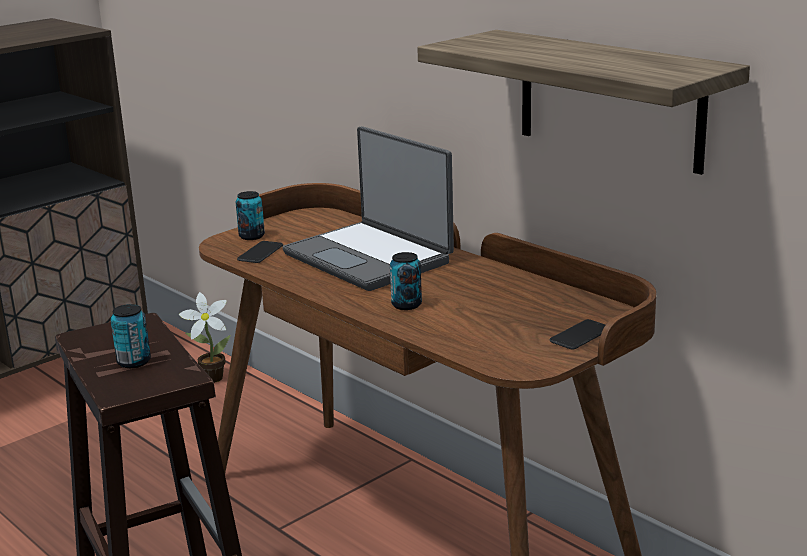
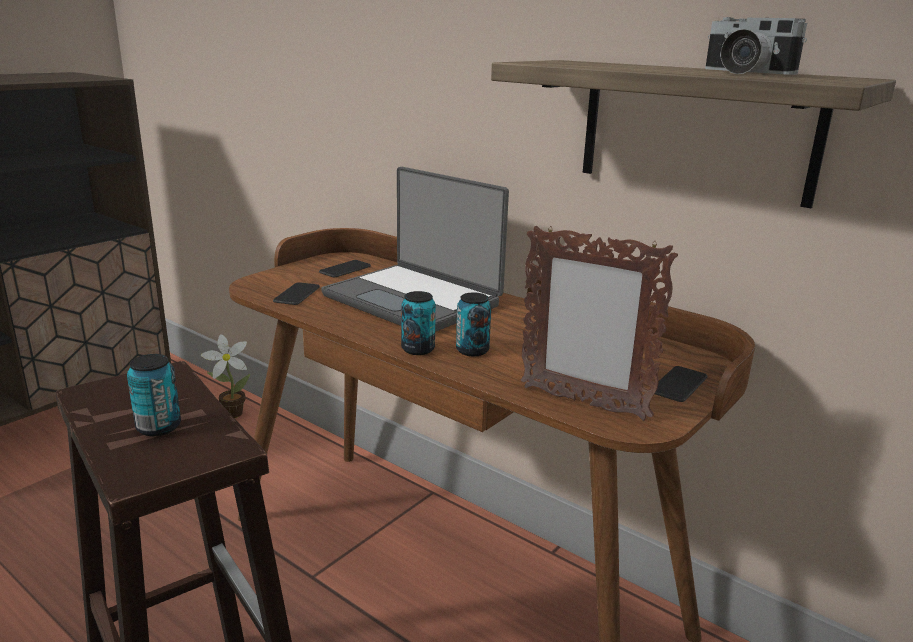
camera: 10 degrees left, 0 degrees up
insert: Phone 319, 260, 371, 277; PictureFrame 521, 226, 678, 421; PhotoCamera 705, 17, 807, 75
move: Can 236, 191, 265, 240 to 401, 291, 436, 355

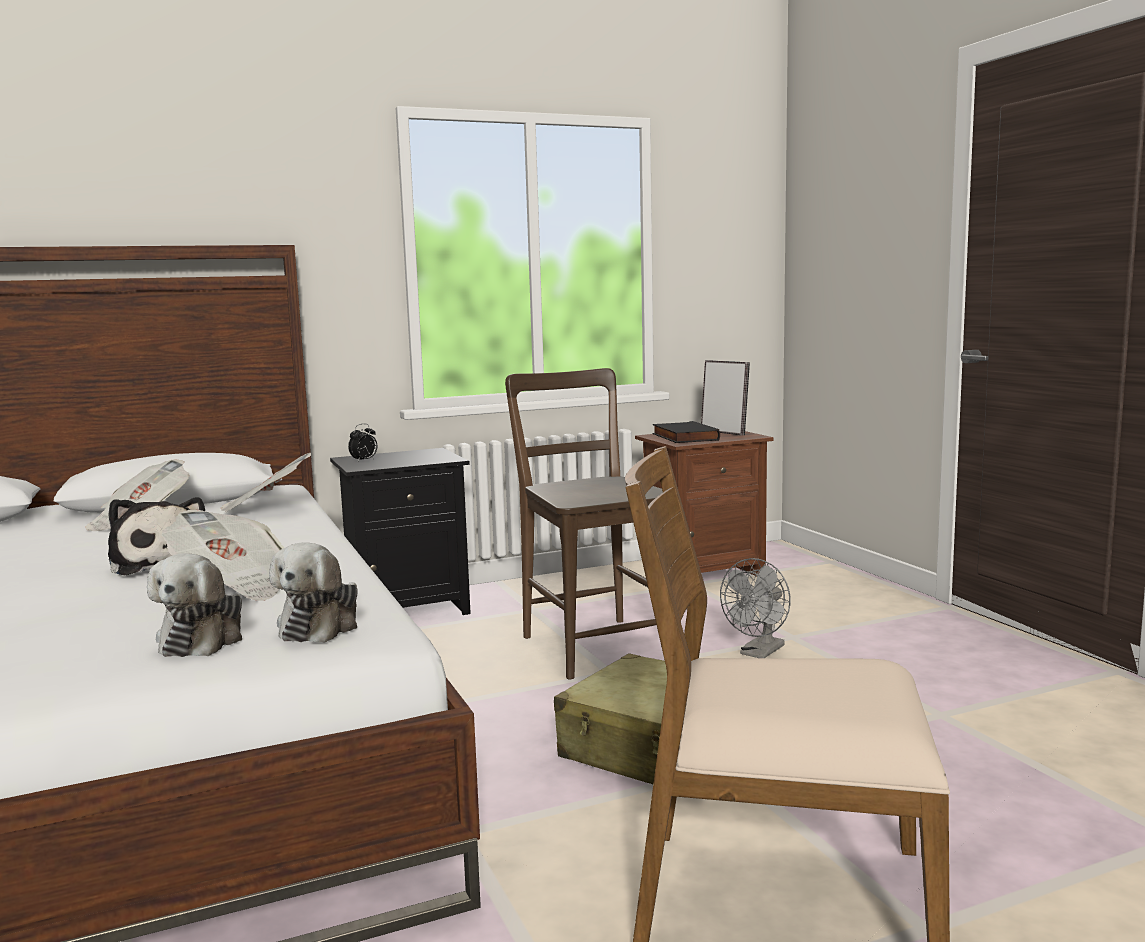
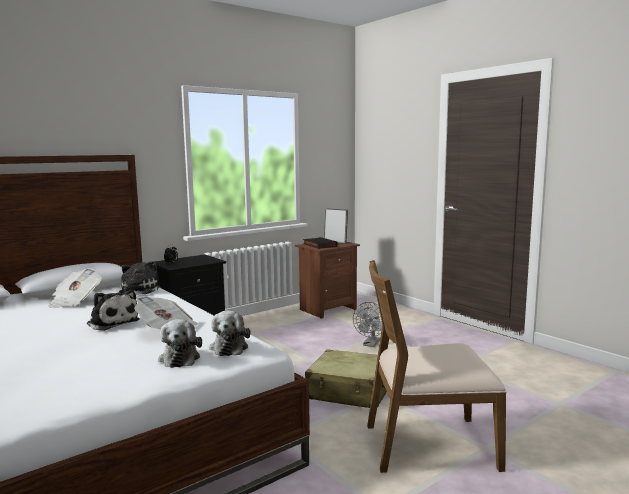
camera: 15 degrees left, 0 degrees up
delete: BrownChair 505, 368, 663, 679
replace: Newspaper 221, 453, 311, 512 to PlushToy 119, 261, 160, 295

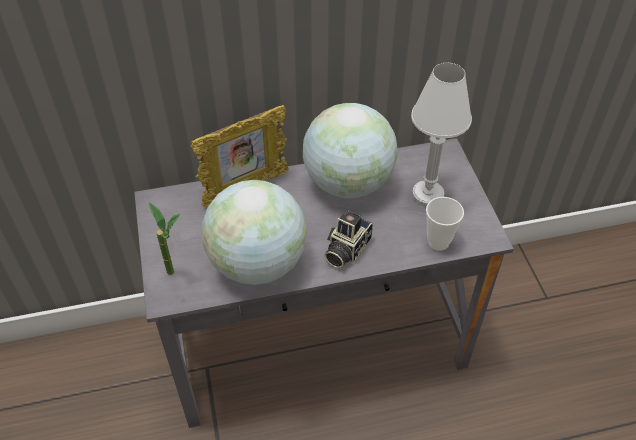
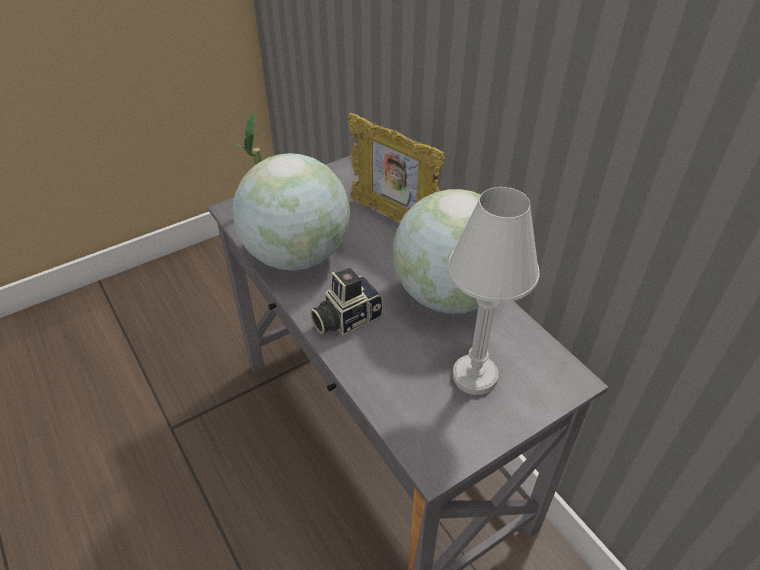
camera: 70 degrees right, 5 degrees down
delete: Cup 426, 197, 464, 251
rotate: PhotoCamera 324, 210, 373, 268 = 310, 268, 383, 335 45 degrees counterclockwise

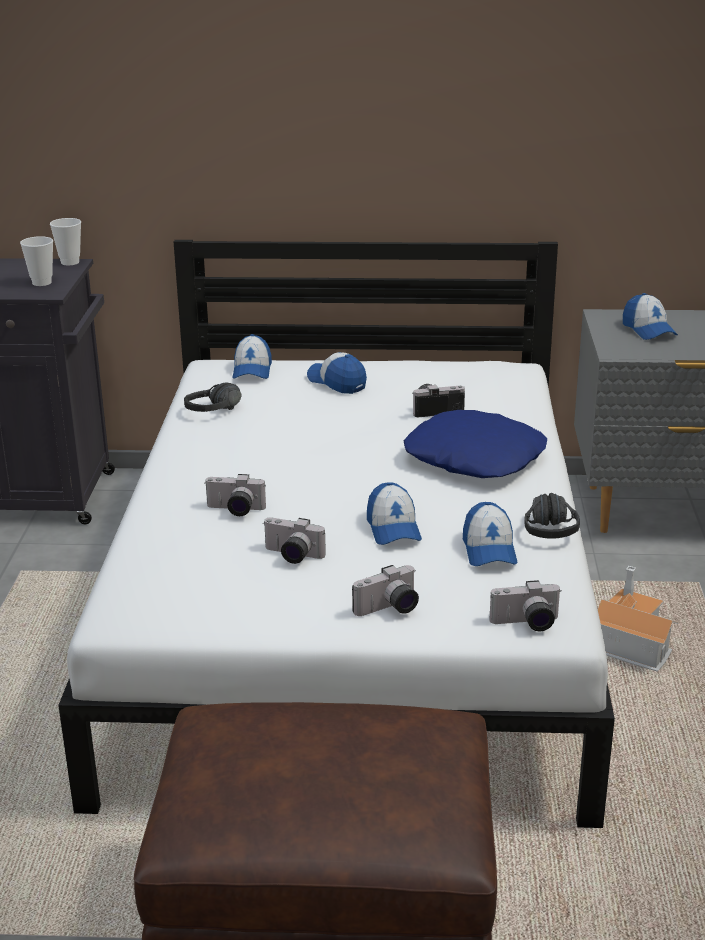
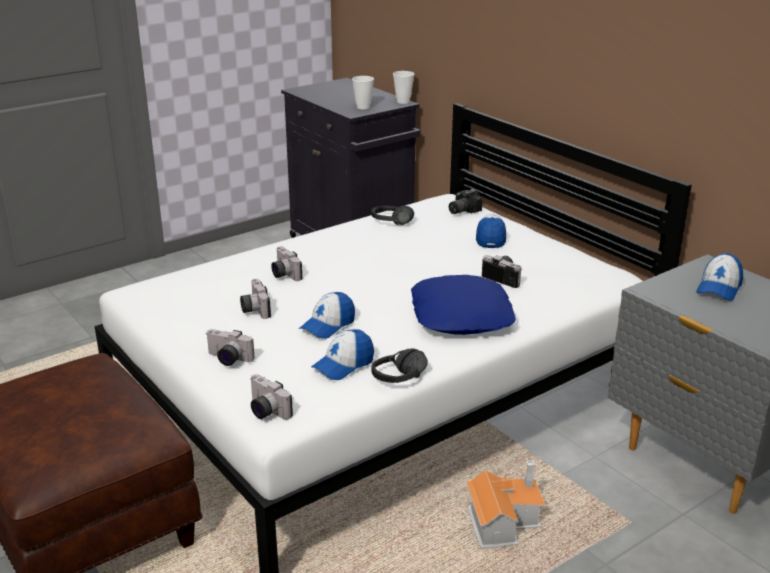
camera: 50 degrees right, 0 degrees up
replace: Cap 232, 334, 272, 379 to PhotoCamera 449, 189, 482, 214

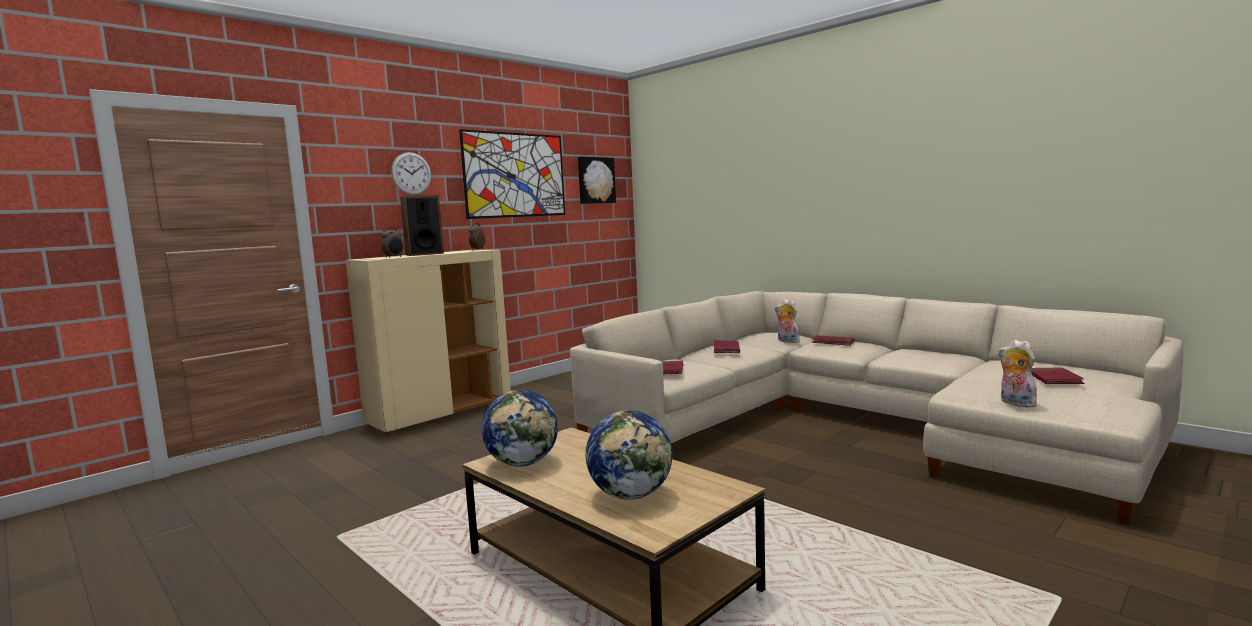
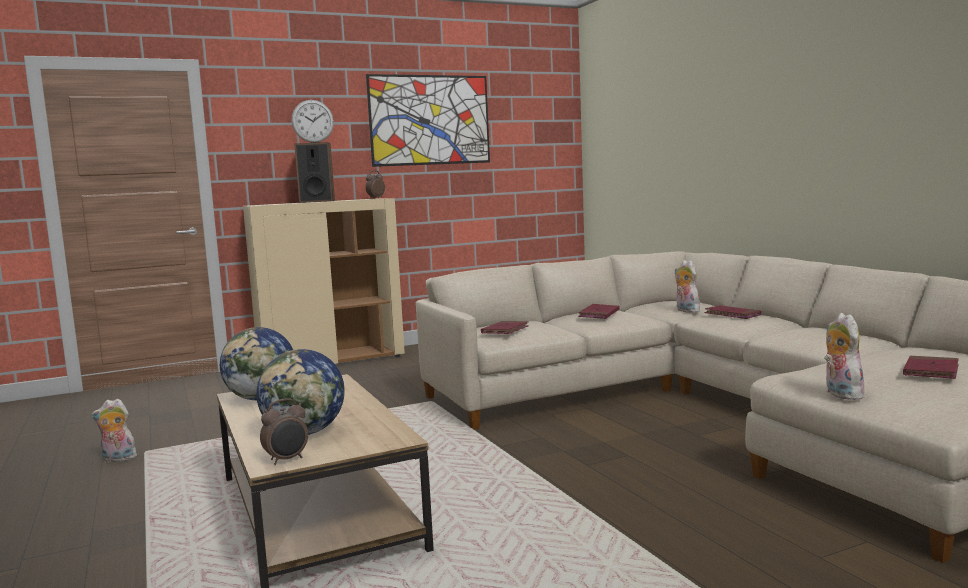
camera: 20 degrees right, 0 degrees up
delete: Picture 578, 157, 616, 204
insert: PlushToy 92, 399, 137, 462
move: AlarmClock 380, 227, 404, 258 to 260, 398, 308, 465

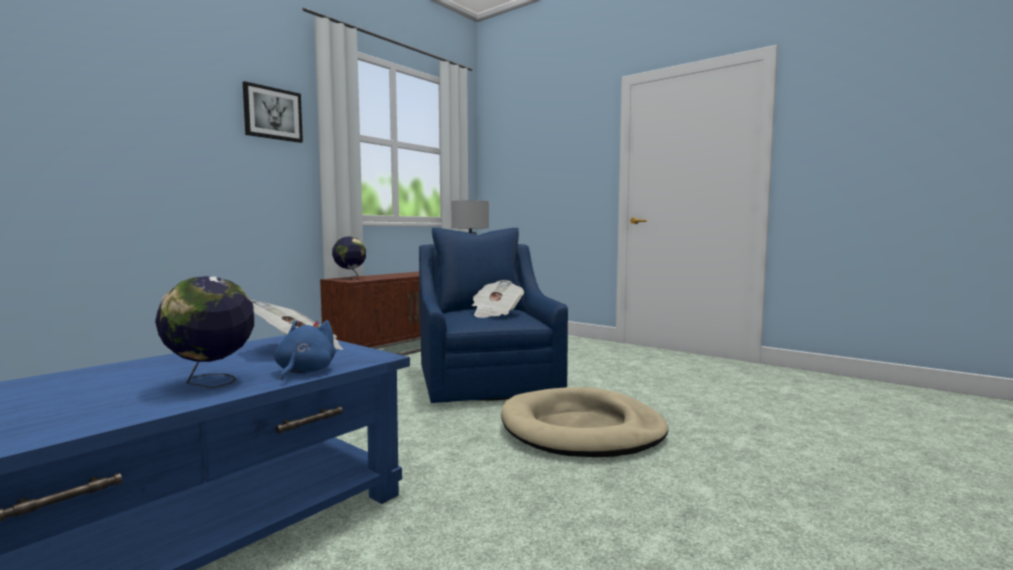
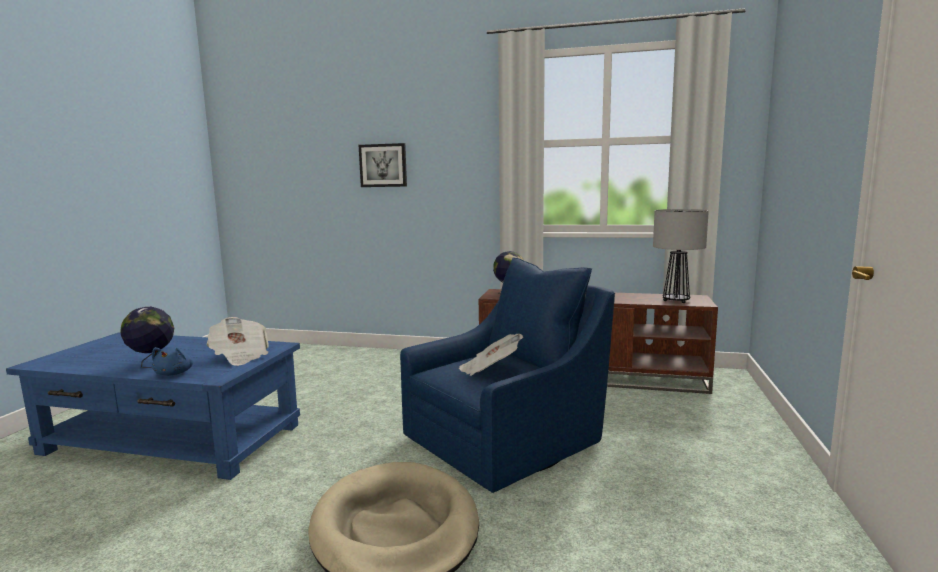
camera: 65 degrees right, 5 degrees up
move: Picture 243, 81, 303, 143 to 359, 143, 407, 187
rotate: BluePlushToy 274, 320, 336, 381 = 152, 346, 193, 376 105 degrees clockwise

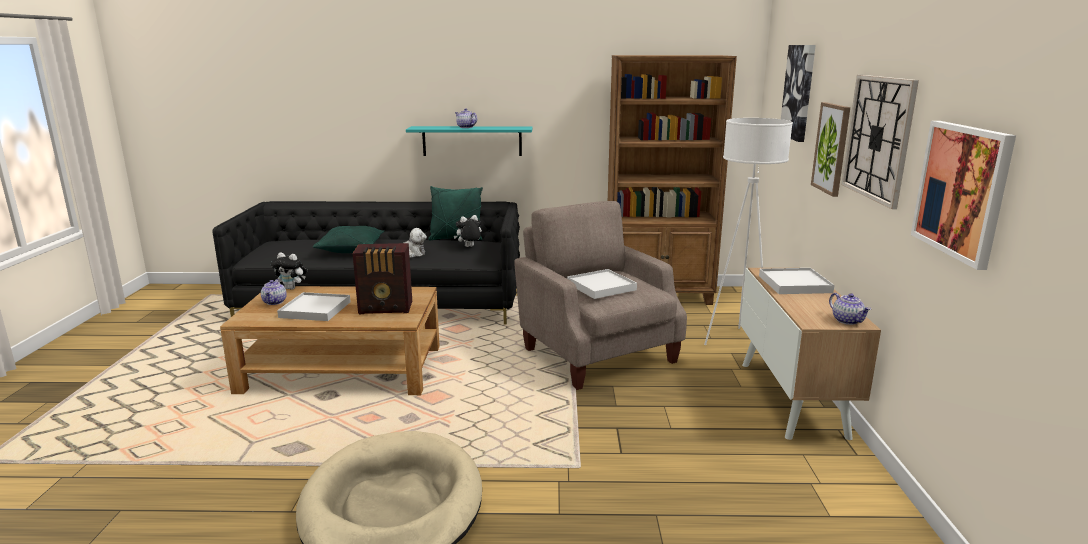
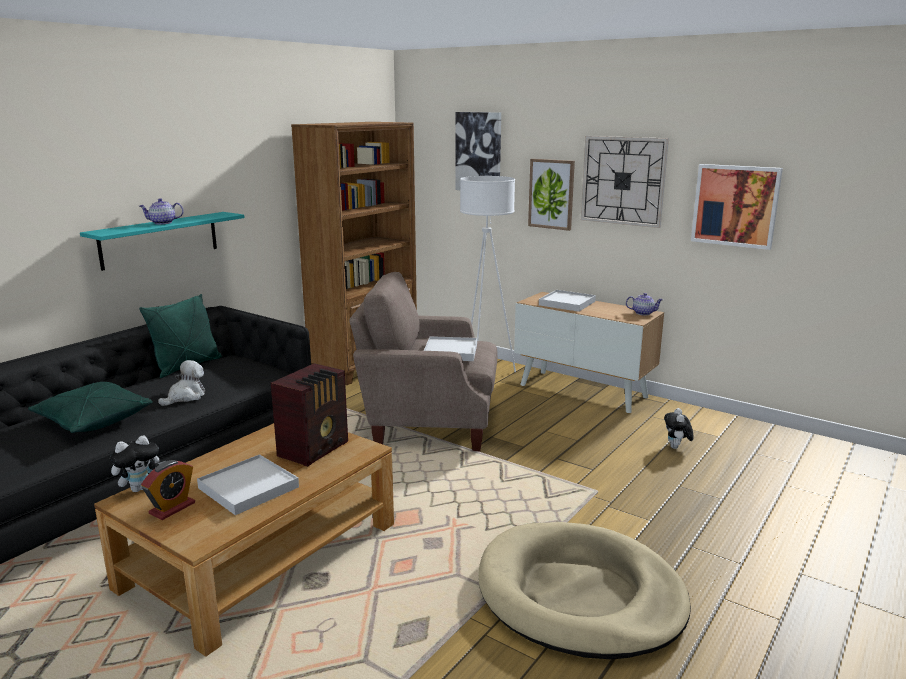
camera: 55 degrees left, 0 degrees up
move: PlushToy 454, 215, 482, 247 to 664, 408, 694, 449
replace: Teapot 261, 279, 287, 305 to AlarmClock 141, 460, 195, 520

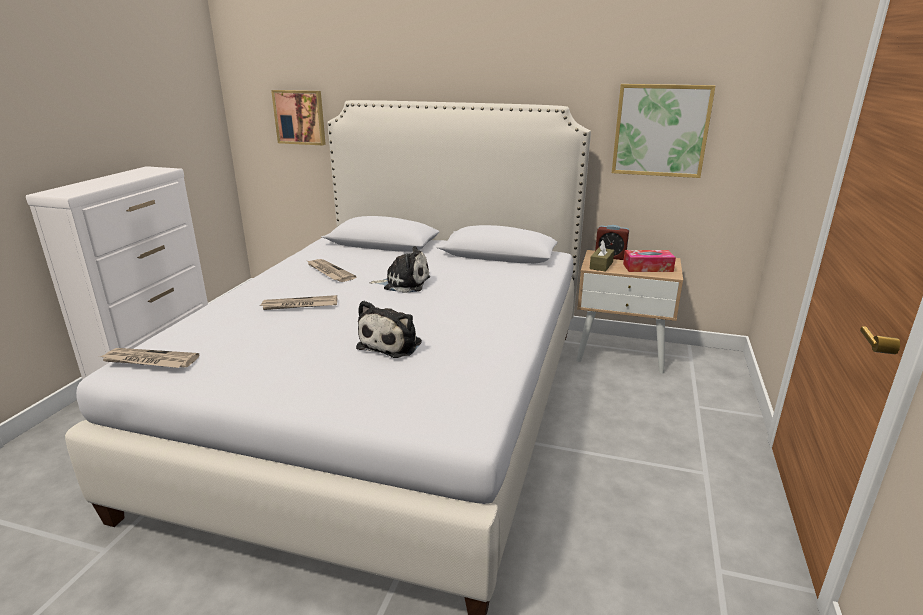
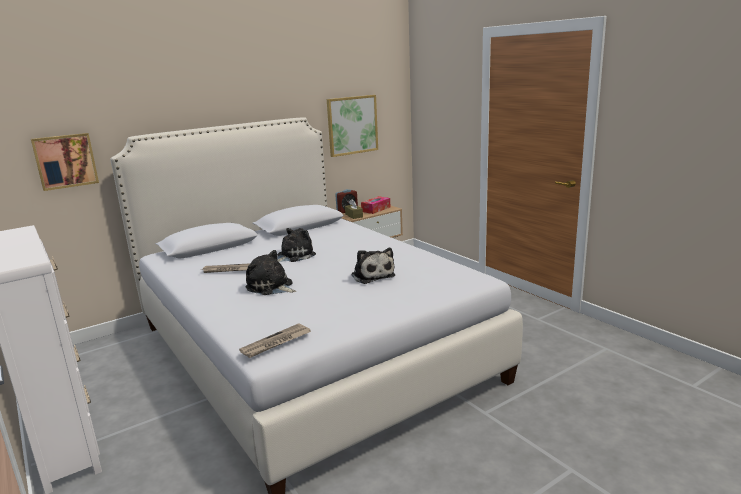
camera: 50 degrees left, 5 degrees down
replace: Newspaper 259, 295, 337, 310 to PlushToy 245, 250, 297, 295

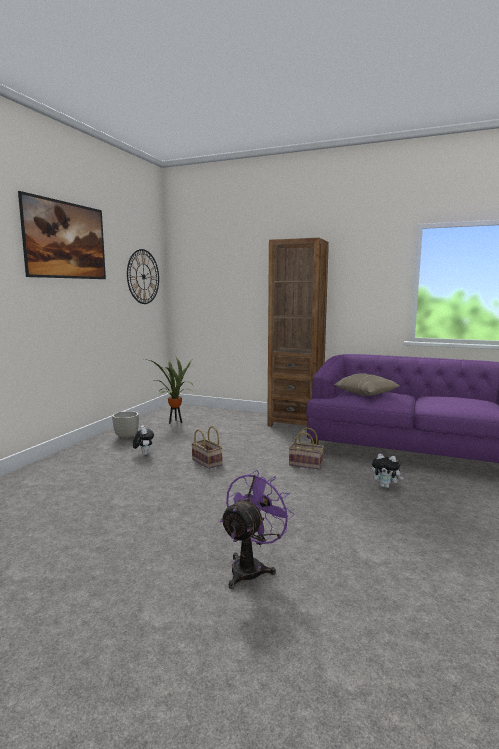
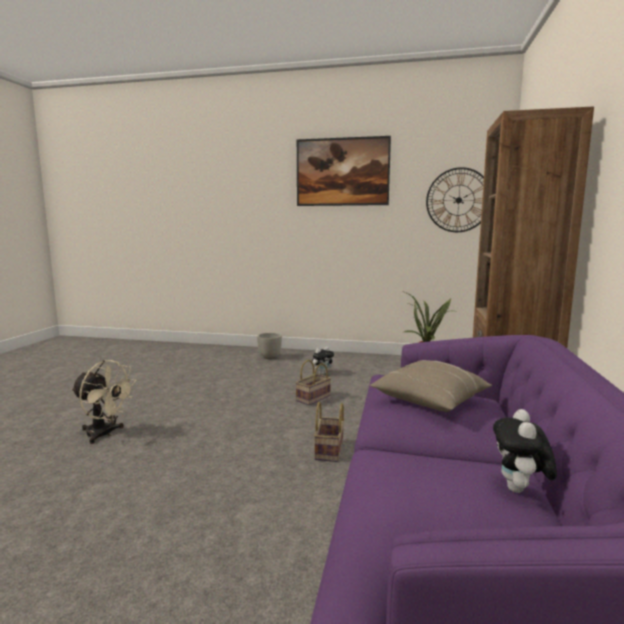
camera: 80 degrees right, 0 degrees up
move: GreyPlanter 112, 411, 139, 439 to 257, 333, 282, 359; PlushToy 372, 453, 404, 488 to 493, 409, 557, 493
recolor: PurpleFan 220, 470, 294, 589 to BeigeFan 71, 360, 137, 444

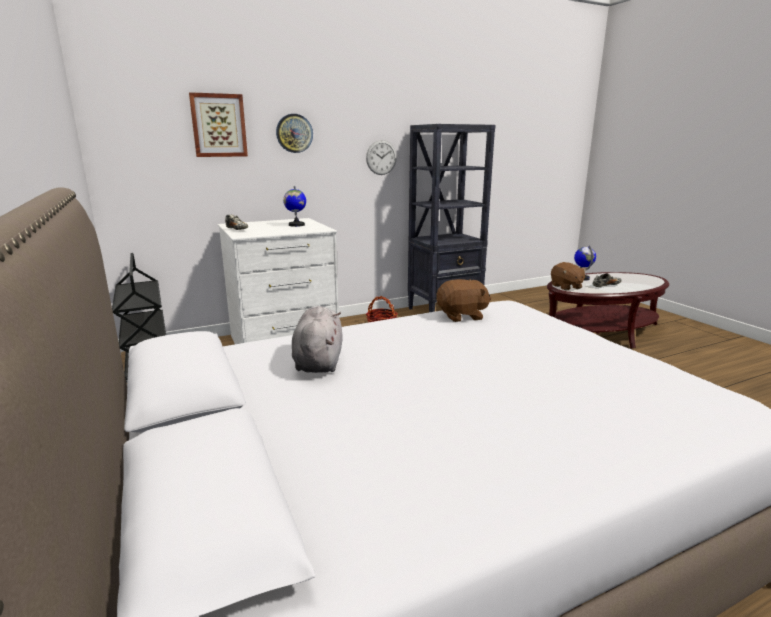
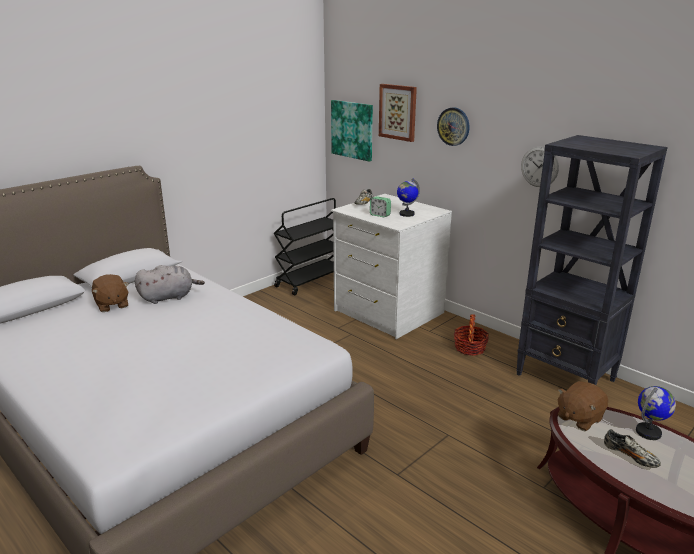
camera: 70 degrees right, 5 degrees up
insert: Picture 331, 100, 373, 162; AlarmClock 370, 196, 391, 217
move: BrownPlushToy 436, 279, 491, 322 to 92, 274, 129, 312

